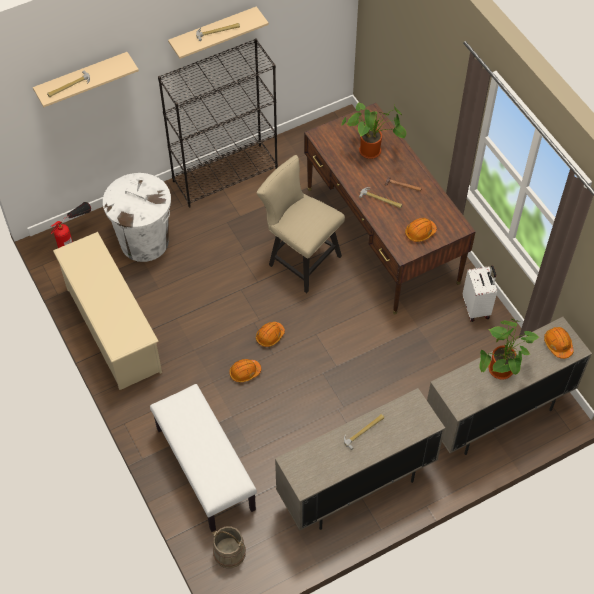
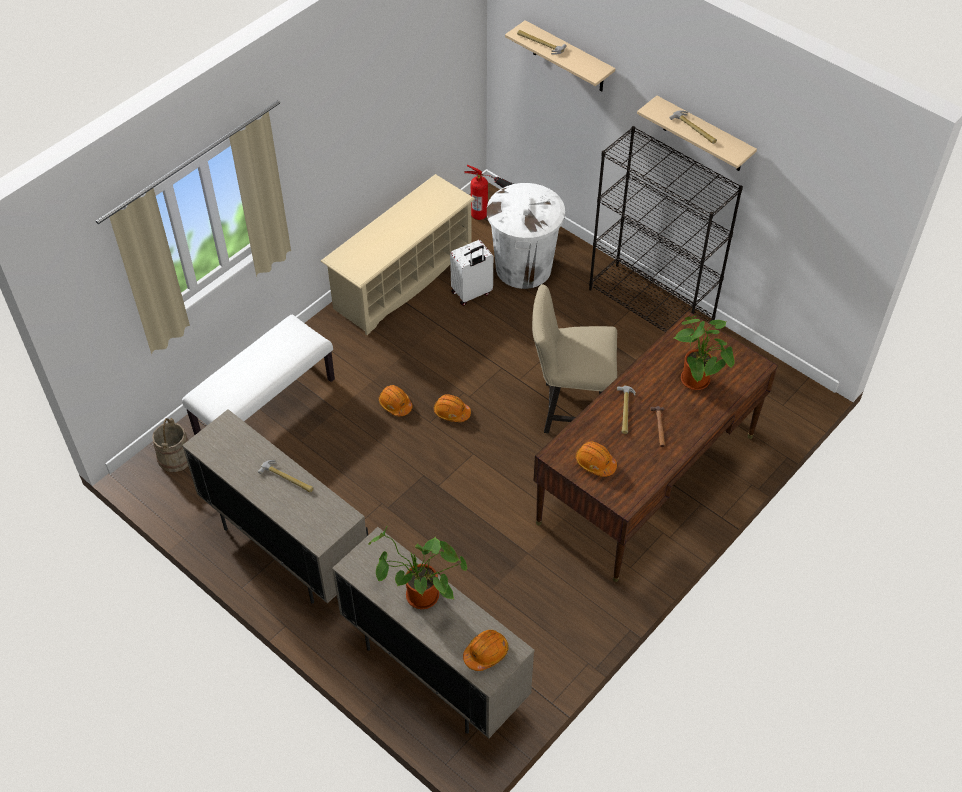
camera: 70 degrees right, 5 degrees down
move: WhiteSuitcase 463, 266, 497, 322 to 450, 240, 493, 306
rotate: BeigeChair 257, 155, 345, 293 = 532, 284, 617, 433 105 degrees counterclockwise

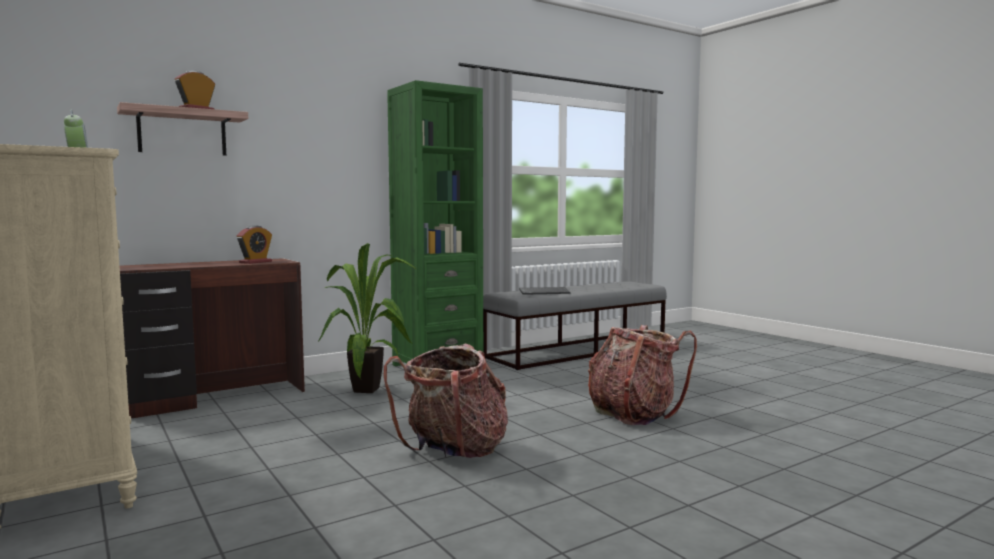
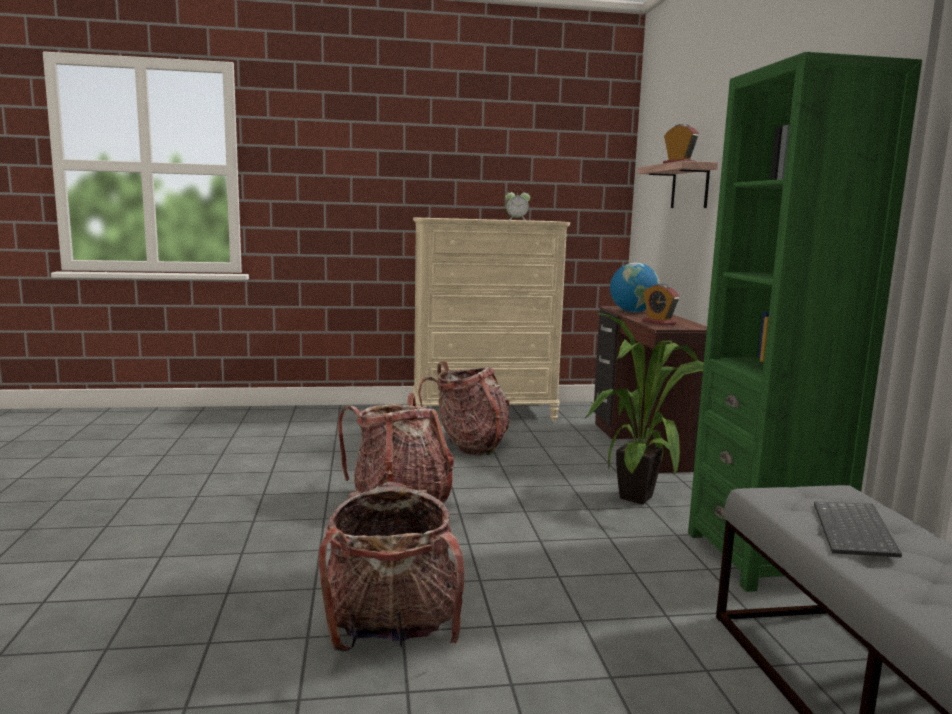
camera: 115 degrees right, 5 degrees up
insert: Backpack 418, 362, 510, 456; Globe 610, 263, 660, 312

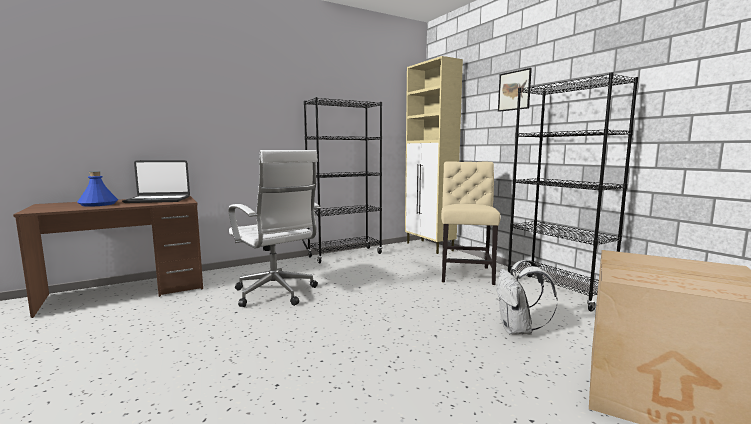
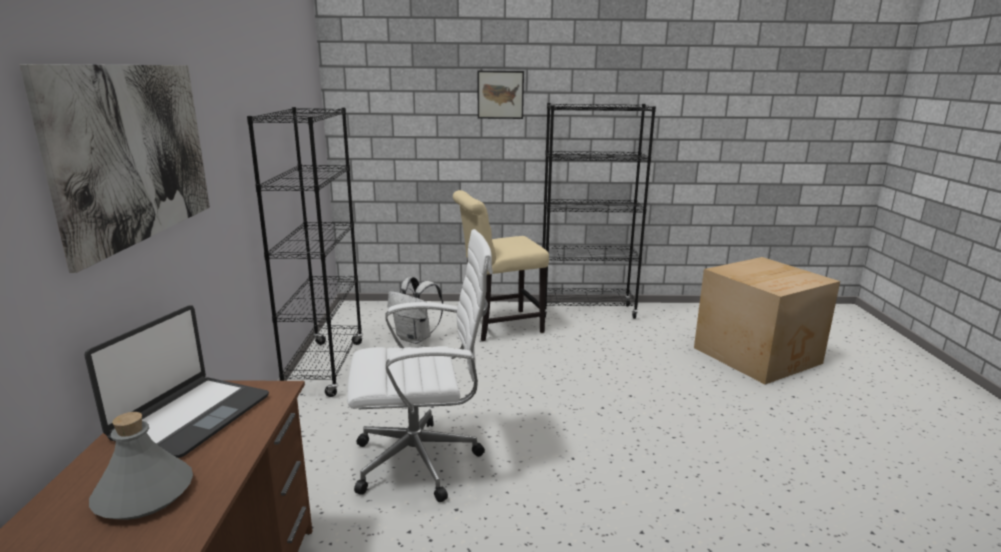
camera: 60 degrees left, 10 degrees up
delete: BeigeCabinet 405, 56, 463, 254
insert: Picture 20, 64, 210, 273
move: WhiteBackpack 496, 260, 558, 335 to 388, 277, 443, 344
recolor: BlueBottle 77, 172, 118, 207 to GreyBottle 89, 412, 193, 520
rotate: BeigeChair 441, 161, 500, 285 = 453, 190, 549, 341 60 degrees counterclockwise

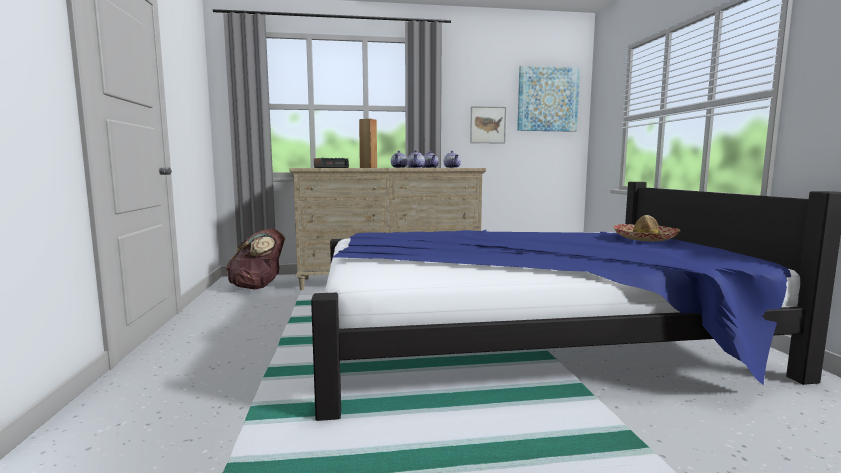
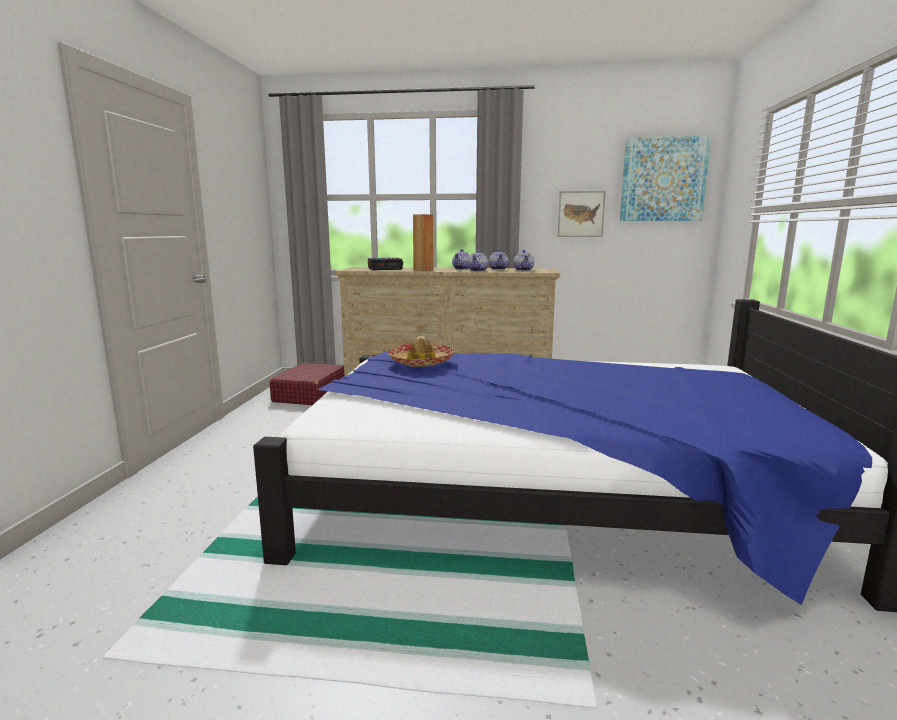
camera: 15 degrees right, 5 degrees up
move: Hat 613, 215, 681, 242 to 387, 336, 455, 367
replace: BrownBackpack 226, 229, 285, 290 to RedSuitcase 270, 363, 344, 405

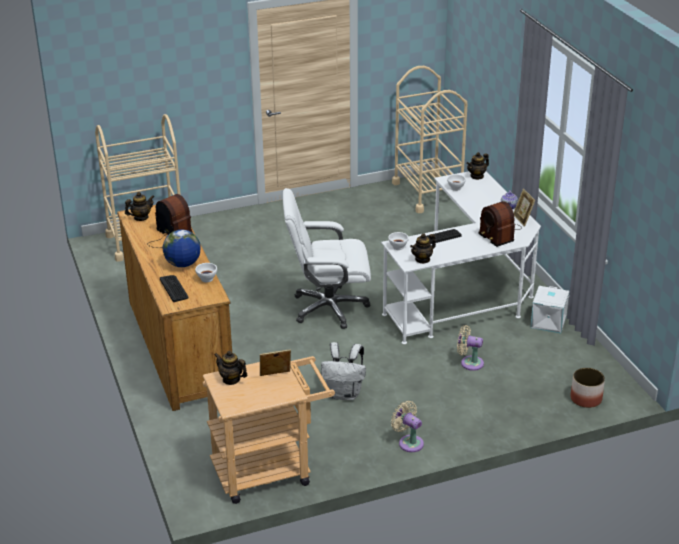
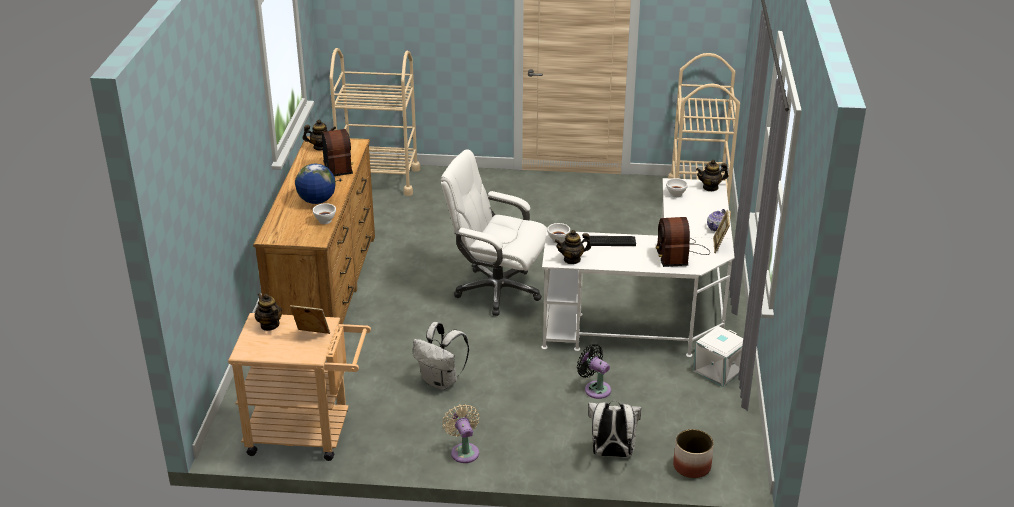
camera: 25 degrees right, 0 degrees up
delete: Keyboard 160, 275, 189, 302
insert: WhiteBackpack 588, 401, 641, 457
recolor: BeigeFan 457, 325, 484, 371 to BlackFan 577, 344, 611, 399

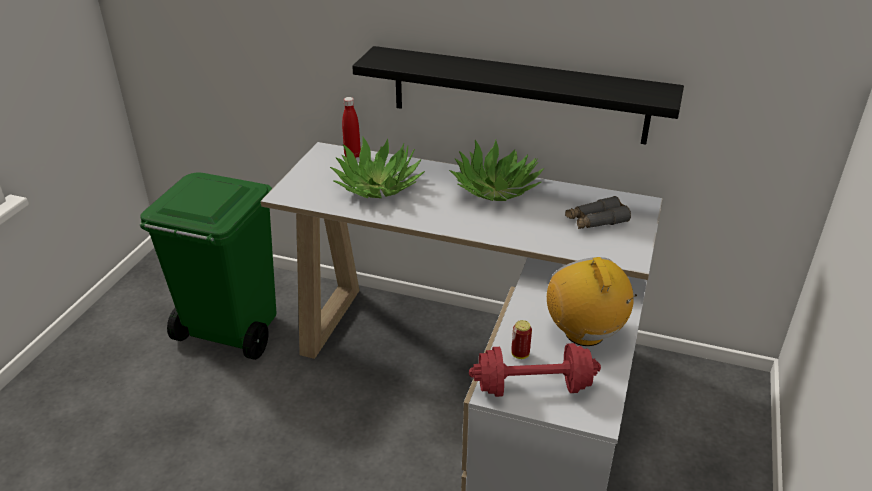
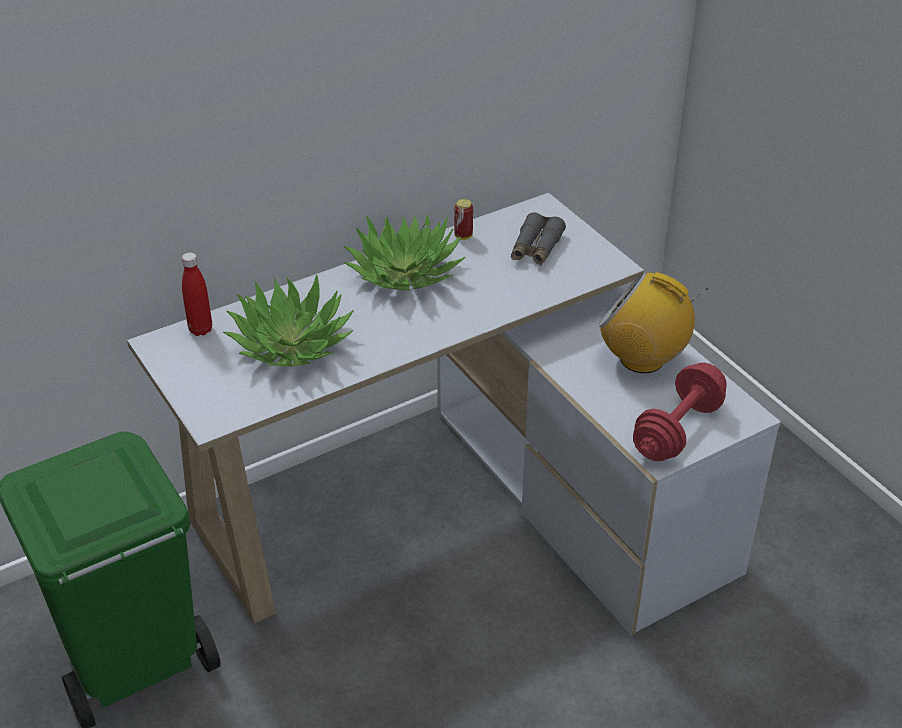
camera: 50 degrees left, 5 degrees up
delete: BlackShelf 352, 46, 684, 145
move: Can 511, 320, 532, 359 to 454, 199, 473, 240

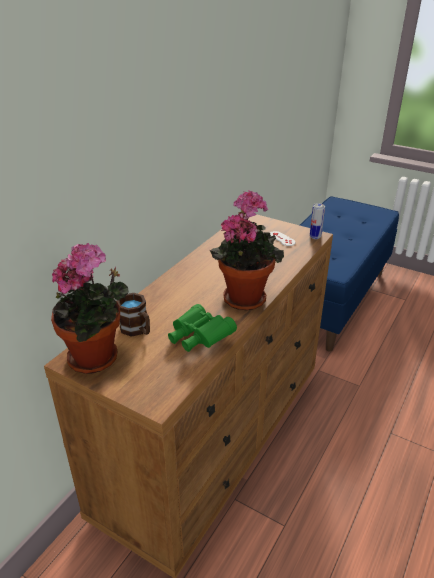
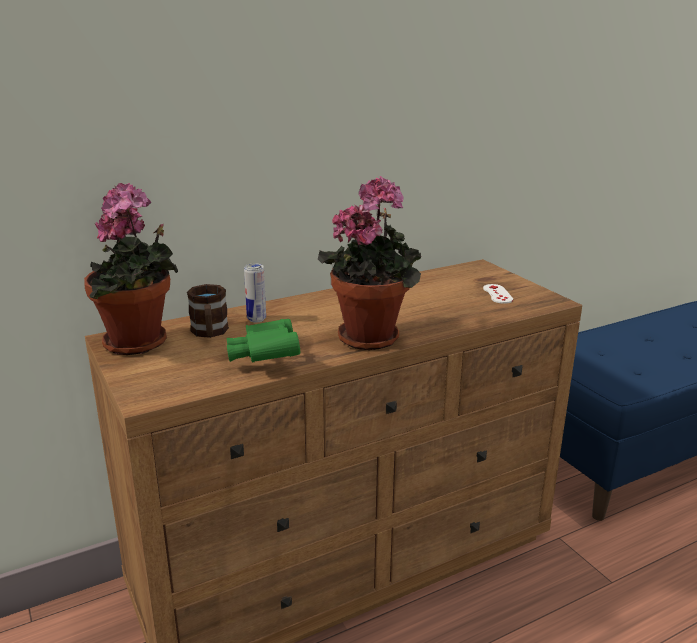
camera: 30 degrees right, 10 degrees down
move: Can 310, 203, 325, 239 to 244, 264, 266, 323

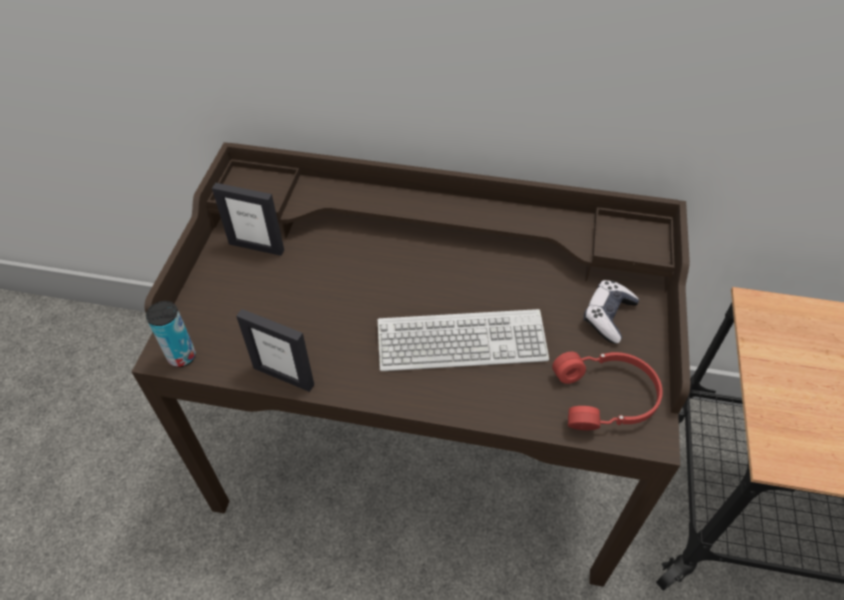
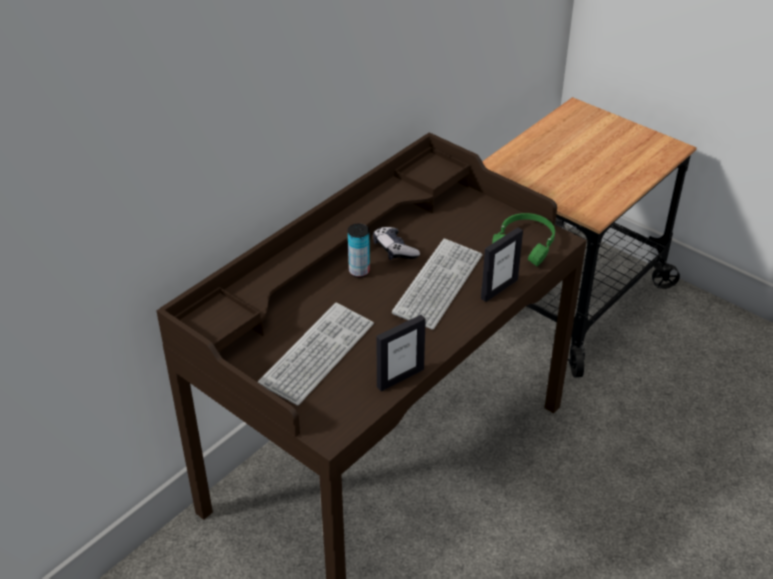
camera: 60 degrees left, 10 degrees down
insert: Keyboard 258, 303, 374, 406
move: Can 146, 301, 196, 367 to 348, 223, 370, 278; PictureFrame 212, 183, 284, 256 to 481, 227, 523, 302; GameController 583, 280, 639, 344 to 373, 227, 420, 260
recolor: RedHeadphones 552, 352, 663, 430 to GreenHeadphones 492, 213, 555, 266

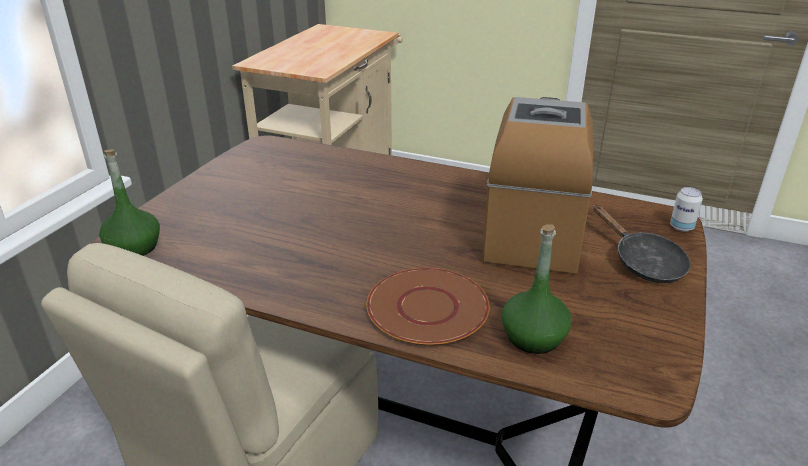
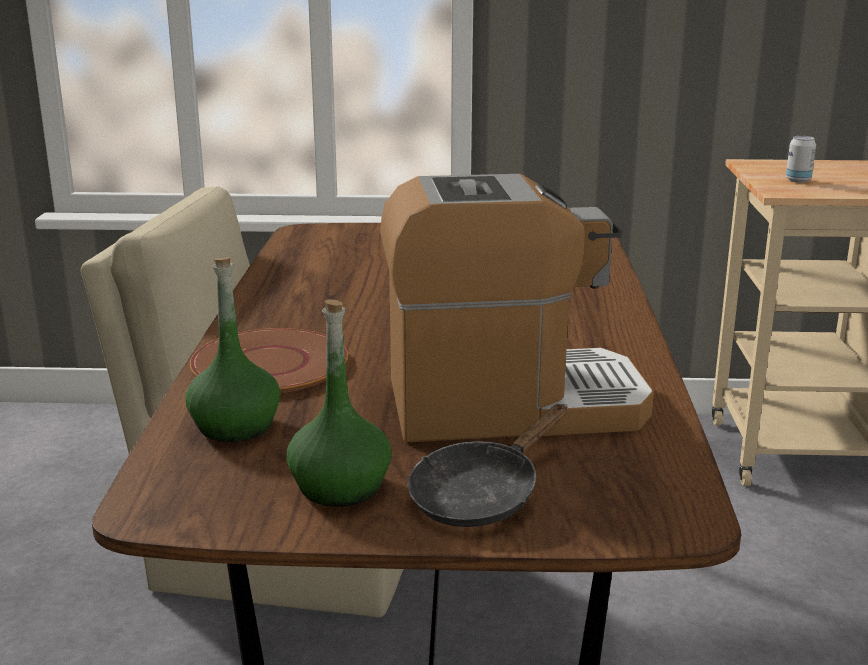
camera: 70 degrees right, 10 degrees down
move: GreenBottle 99, 149, 160, 256 to 287, 299, 392, 507; Can 670, 187, 703, 232 to 786, 136, 816, 183

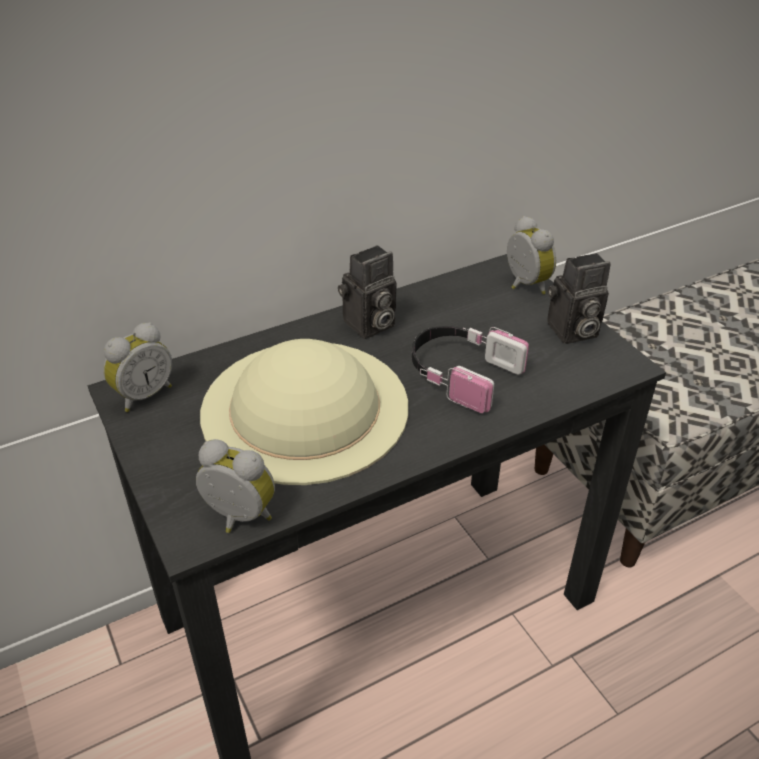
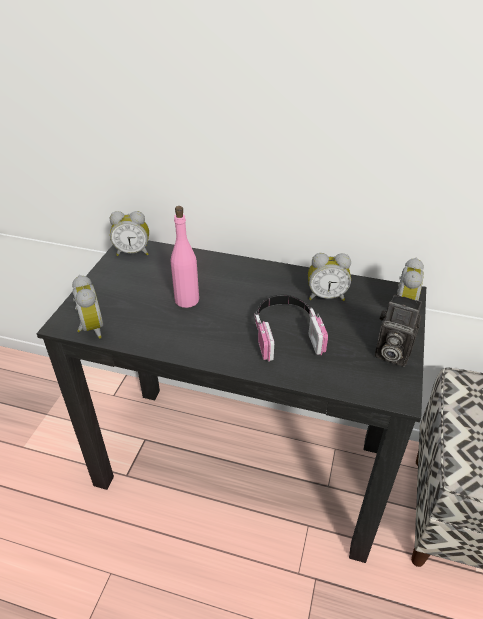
camera: 45 degrees right, 0 degrees up
delete: PhotoCamera 338, 245, 396, 339
insert: AlarmClock 308, 253, 351, 301
replace: BeigeHat 200, 339, 408, 485 to PinkBottle 171, 206, 199, 308

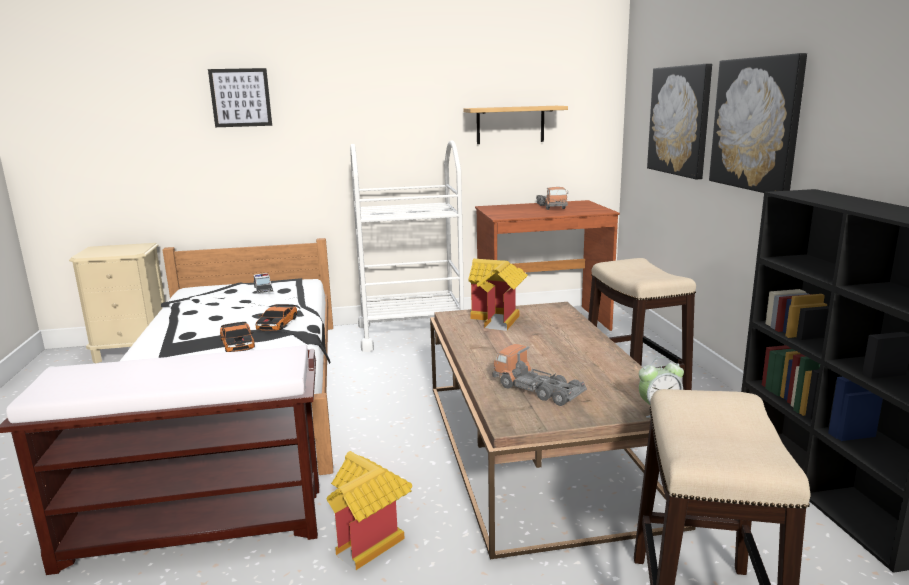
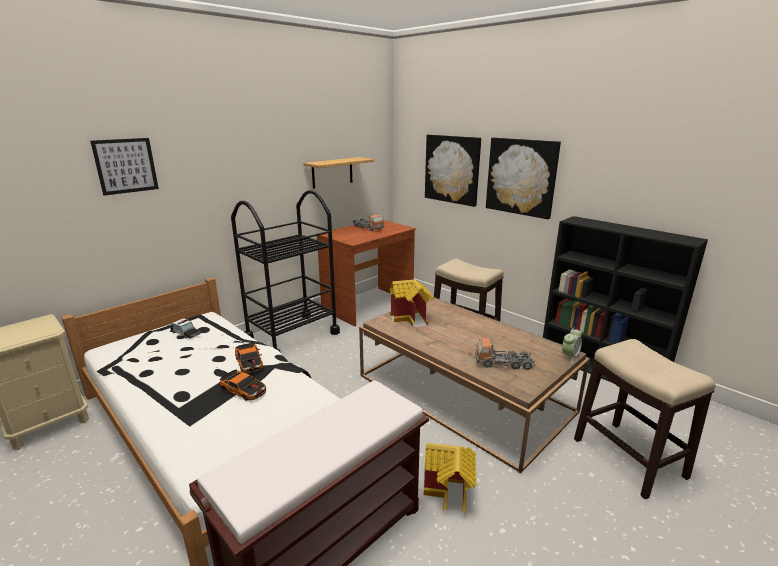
camera: 35 degrees left, 5 degrees up
recolor: WhiteCart 350, 140, 464, 352 to BlackCart 231, 190, 340, 352

